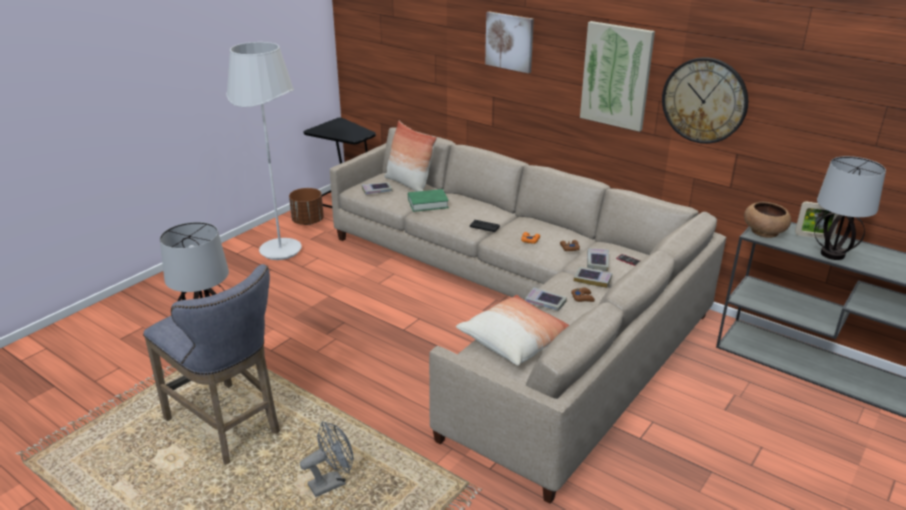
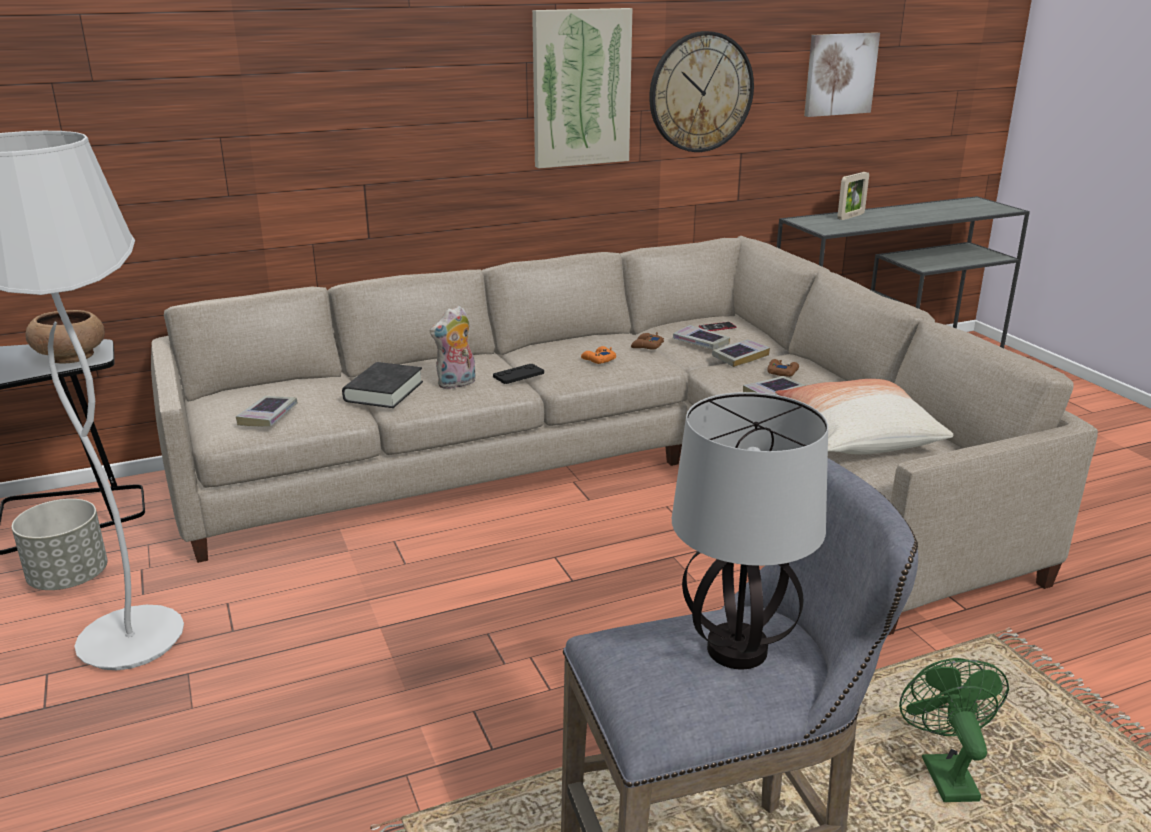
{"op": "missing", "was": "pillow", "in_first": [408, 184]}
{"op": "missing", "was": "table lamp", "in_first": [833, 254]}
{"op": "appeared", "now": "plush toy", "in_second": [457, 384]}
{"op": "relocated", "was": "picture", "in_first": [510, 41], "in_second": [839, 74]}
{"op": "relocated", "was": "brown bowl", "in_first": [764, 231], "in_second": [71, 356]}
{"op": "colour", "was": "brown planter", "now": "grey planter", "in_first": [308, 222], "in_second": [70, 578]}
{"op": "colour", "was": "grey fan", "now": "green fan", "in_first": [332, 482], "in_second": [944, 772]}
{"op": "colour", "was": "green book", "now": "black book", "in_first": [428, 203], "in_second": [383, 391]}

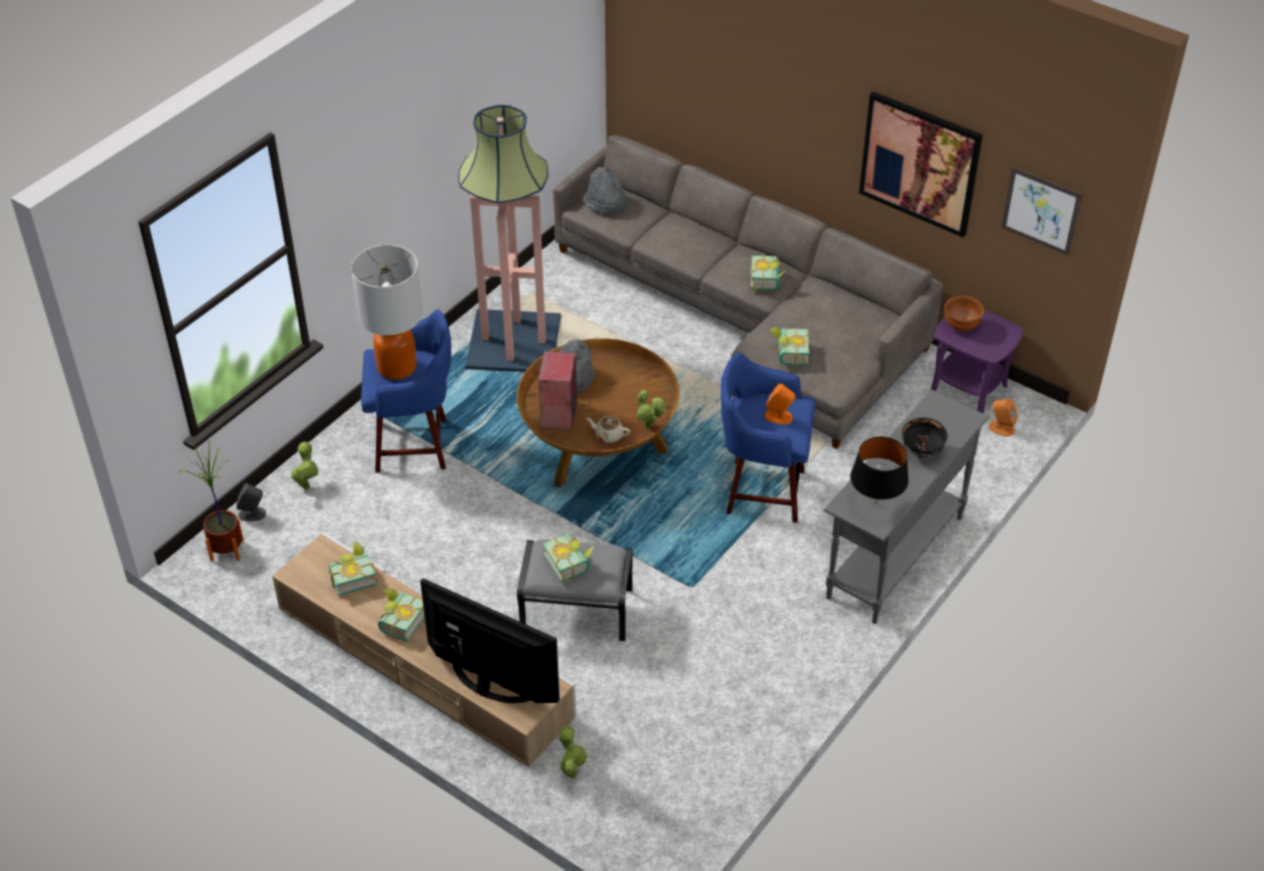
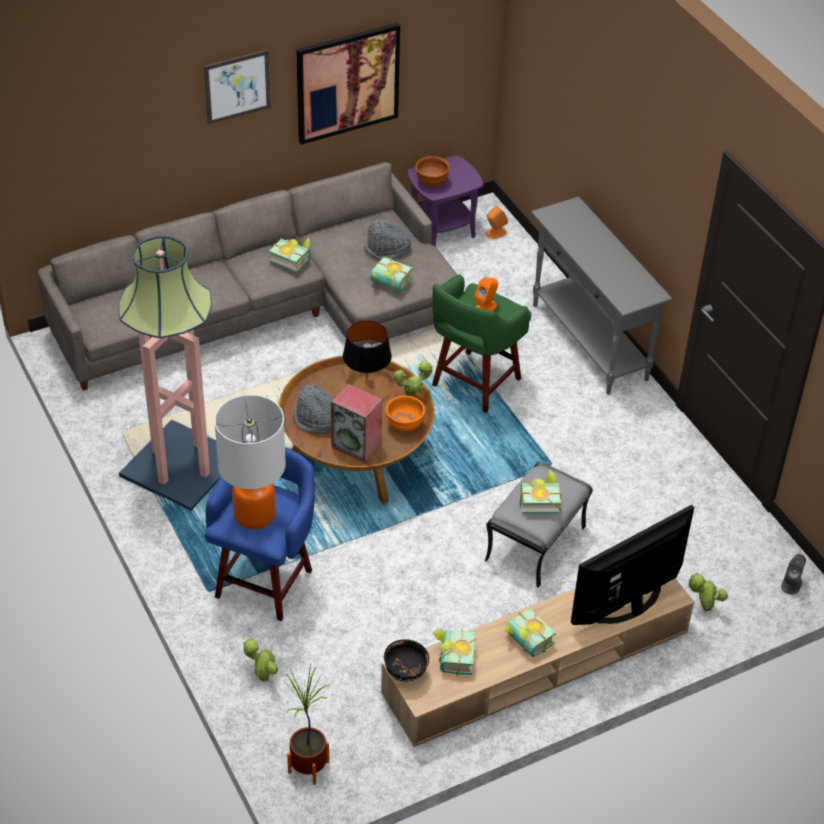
{"op": "relocated", "was": "grey speaker", "in_first": [252, 514], "in_second": [791, 584]}
{"op": "relocated", "was": "grey hat", "in_first": [605, 203], "in_second": [387, 249]}
{"op": "relocated", "was": "black table lamp", "in_first": [875, 504], "in_second": [366, 379]}
{"op": "relocated", "was": "black bowl", "in_first": [922, 452], "in_second": [406, 673]}
{"op": "relocated", "was": "picture", "in_first": [1041, 210], "in_second": [237, 86]}
{"op": "exchanged", "was": "beige teapot", "now": "orange bowl", "in_first": [608, 435], "in_second": [404, 425]}
{"op": "colour", "was": "blue stool", "now": "green stool", "in_first": [761, 491], "in_second": [474, 384]}

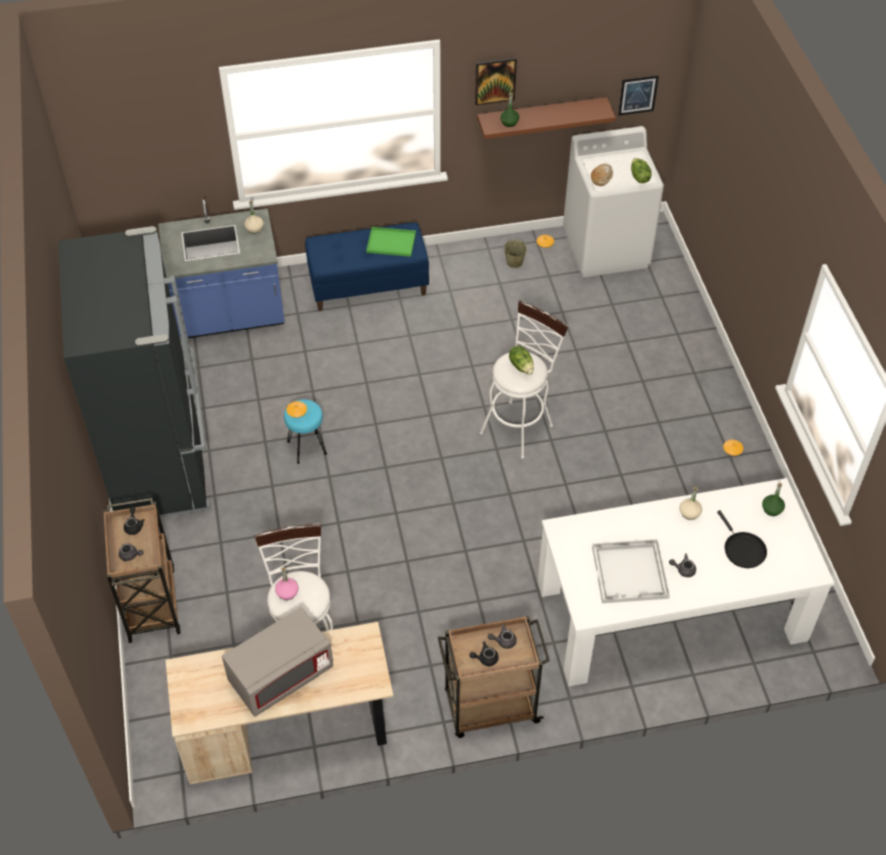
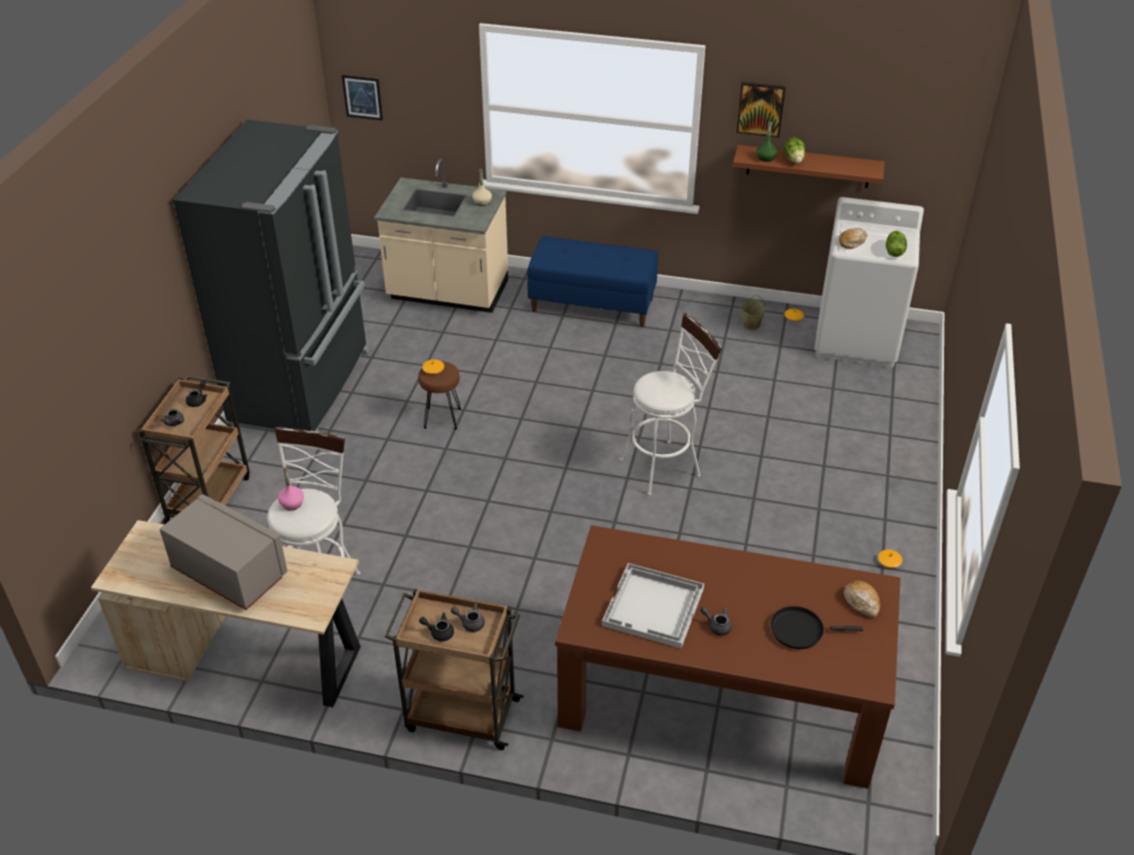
{"op": "missing", "was": "green tray", "in_first": [392, 242]}
{"op": "missing", "was": "beige bottle", "in_first": [689, 513]}
{"op": "relocated", "was": "lettuce", "in_first": [521, 366], "in_second": [794, 159]}
{"op": "relocated", "was": "picture", "in_first": [638, 95], "in_second": [362, 97]}
{"op": "exchanged", "was": "green bottle", "now": "bread", "in_first": [772, 509], "in_second": [862, 602]}
{"op": "colour", "was": "blue counter", "now": "beige counter", "in_first": [230, 315], "in_second": [448, 293]}
{"op": "colour", "was": "turquoise stool", "now": "brown stool", "in_first": [307, 447], "in_second": [442, 417]}
{"op": "colour", "was": "white dining table", "now": "brown dining table", "in_first": [670, 611], "in_second": [720, 695]}
{"op": "spun", "was": "grey microwave", "in_first": [281, 675], "in_second": [229, 573], "clockwise": -135}
{"op": "spun", "was": "black frying pan", "in_first": [742, 549], "in_second": [800, 630], "clockwise": 90}

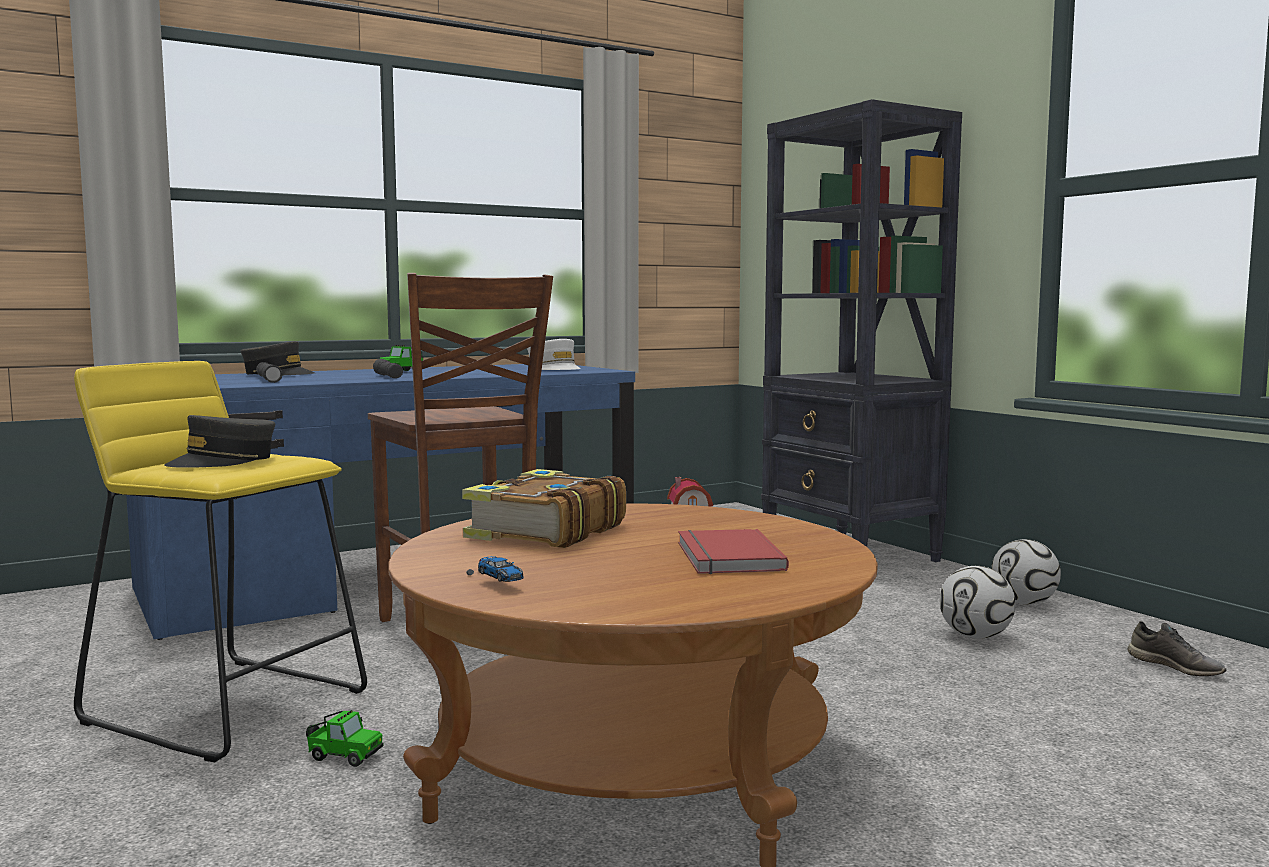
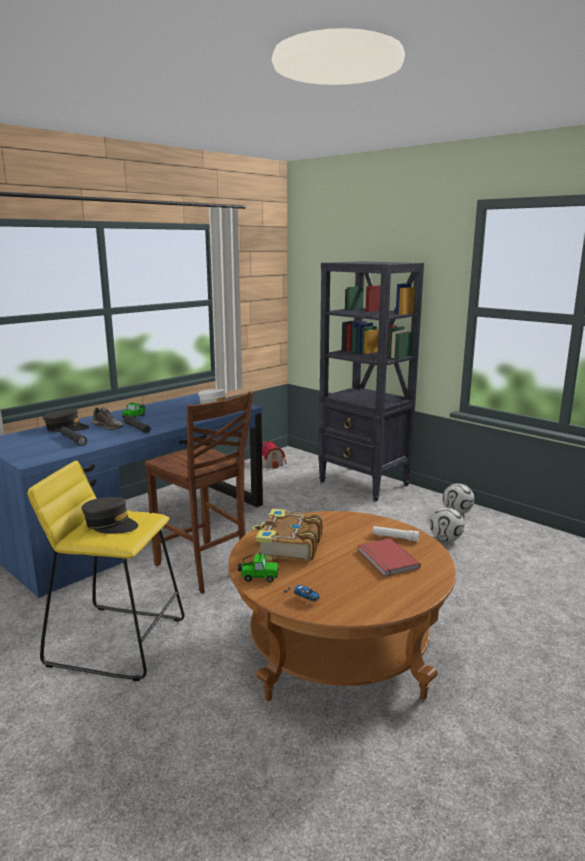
{"op": "appeared", "now": "white flashlight", "in_second": [395, 537]}
{"op": "relocated", "was": "toy car", "in_first": [342, 756], "in_second": [258, 577]}
{"op": "relocated", "was": "grey shoe", "in_first": [1176, 666], "in_second": [109, 426]}
{"op": "spun", "was": "grey cap", "in_first": [223, 461], "in_second": [110, 524], "clockwise": -90}

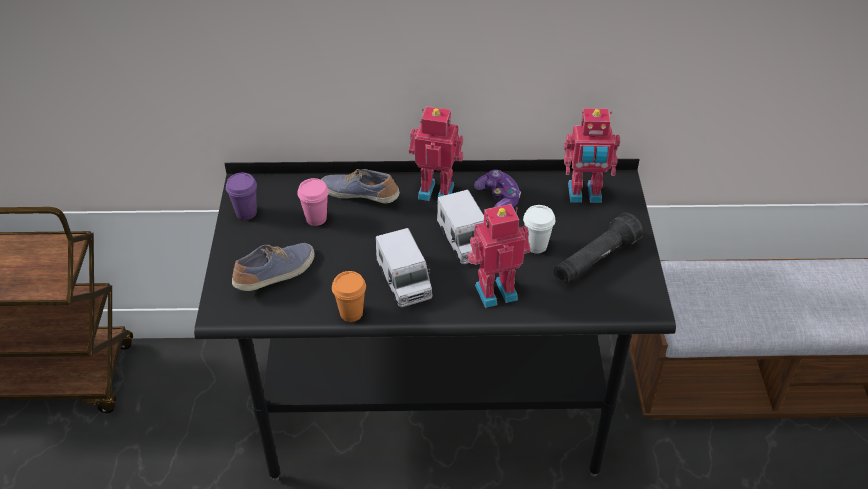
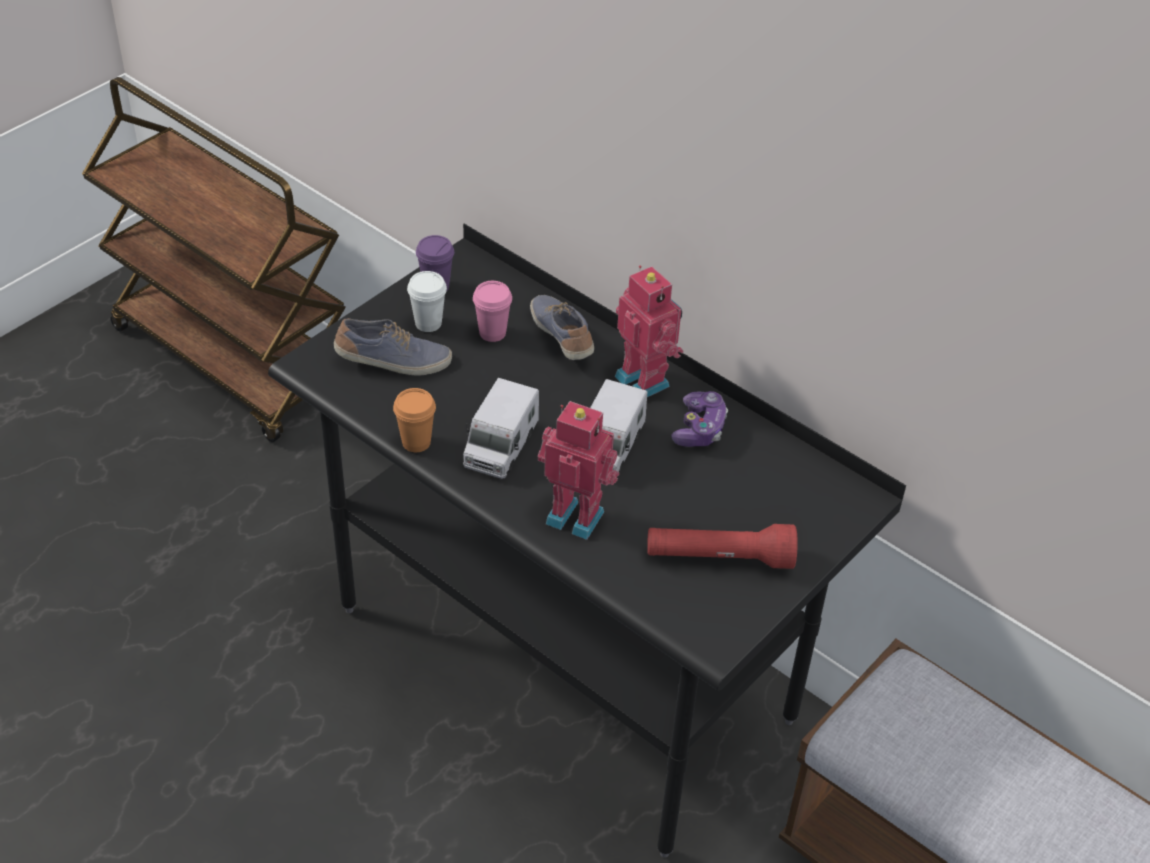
{"op": "missing", "was": "toy robot", "in_first": [584, 195]}
{"op": "relocated", "was": "white cup", "in_first": [536, 246], "in_second": [428, 323]}
{"op": "colour", "was": "black flashlight", "now": "red flashlight", "in_first": [594, 260], "in_second": [719, 558]}

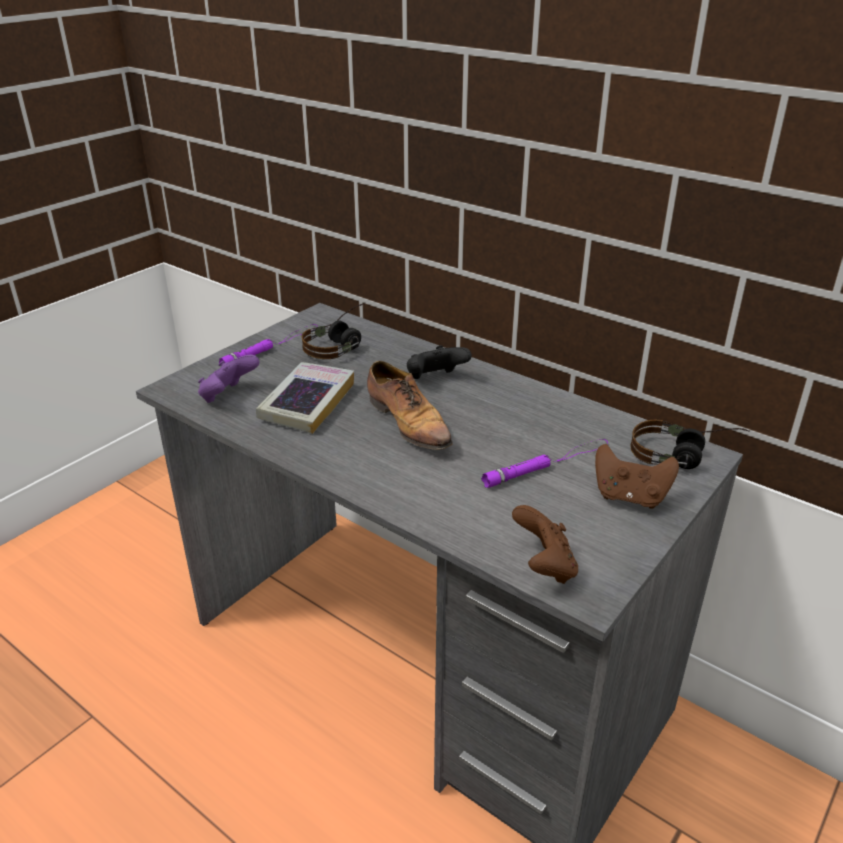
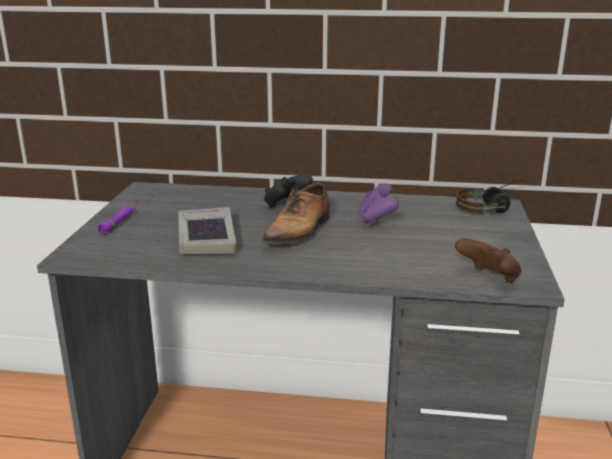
{"op": "missing", "was": "headphones", "in_first": [341, 344]}
{"op": "missing", "was": "purple flashlight", "in_first": [548, 463]}
{"op": "missing", "was": "brown game controller", "in_first": [630, 497]}
{"op": "relocated", "was": "purple game controller", "in_first": [228, 396], "in_second": [376, 220]}
{"op": "spun", "was": "shoe", "in_first": [408, 423], "in_second": [299, 231], "clockwise": 90}

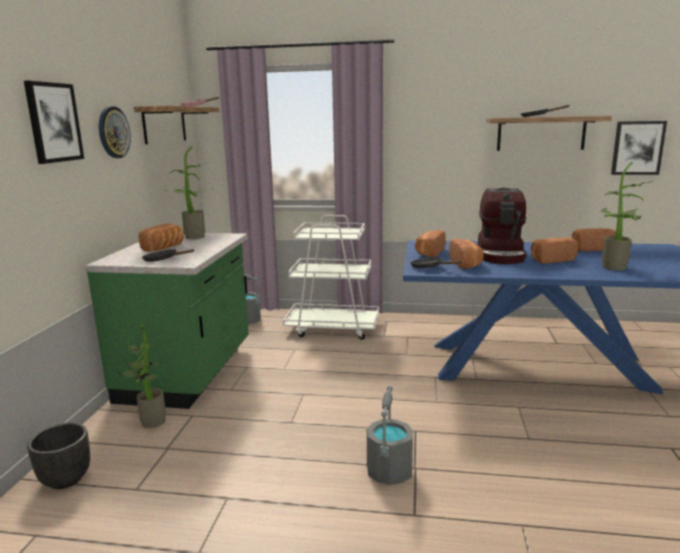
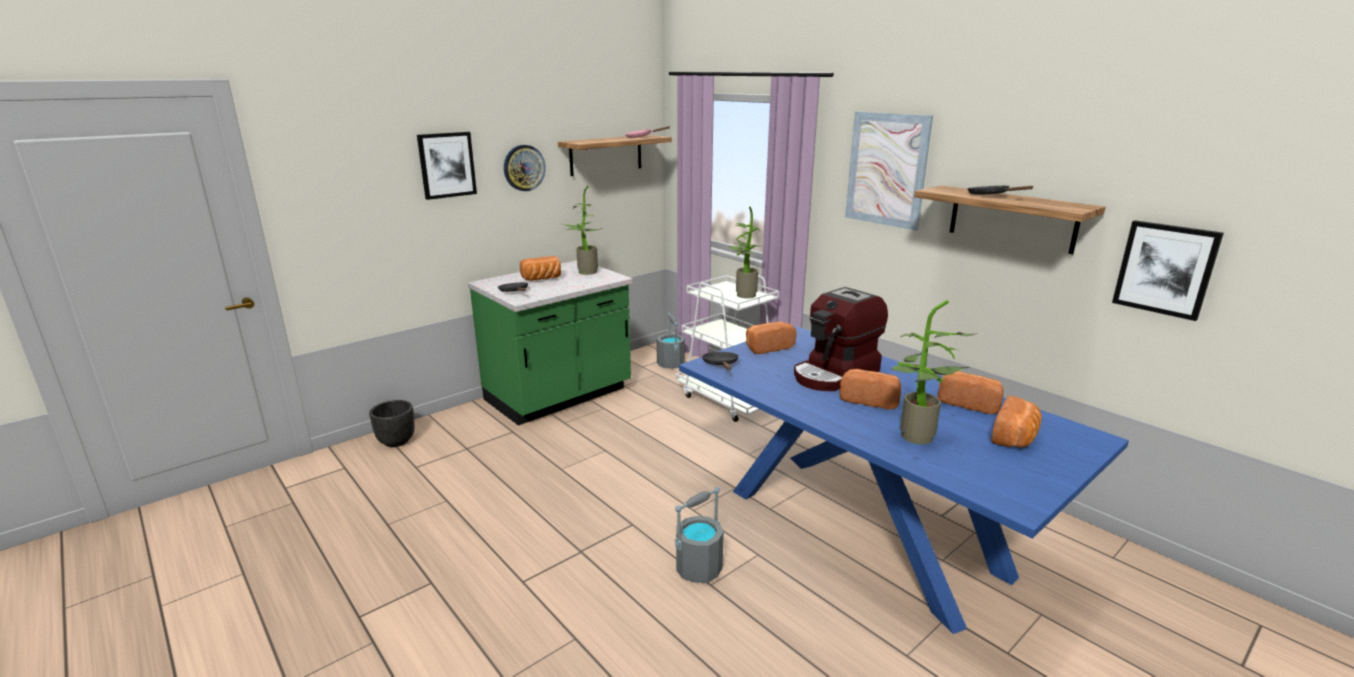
{"op": "appeared", "now": "picture", "in_second": [887, 169]}
{"op": "relocated", "was": "potted plant", "in_first": [149, 422], "in_second": [743, 294]}
{"op": "relocated", "was": "grey bucket", "in_first": [389, 471], "in_second": [699, 568]}
{"op": "relocated", "was": "bread", "in_first": [466, 264], "in_second": [1015, 438]}

